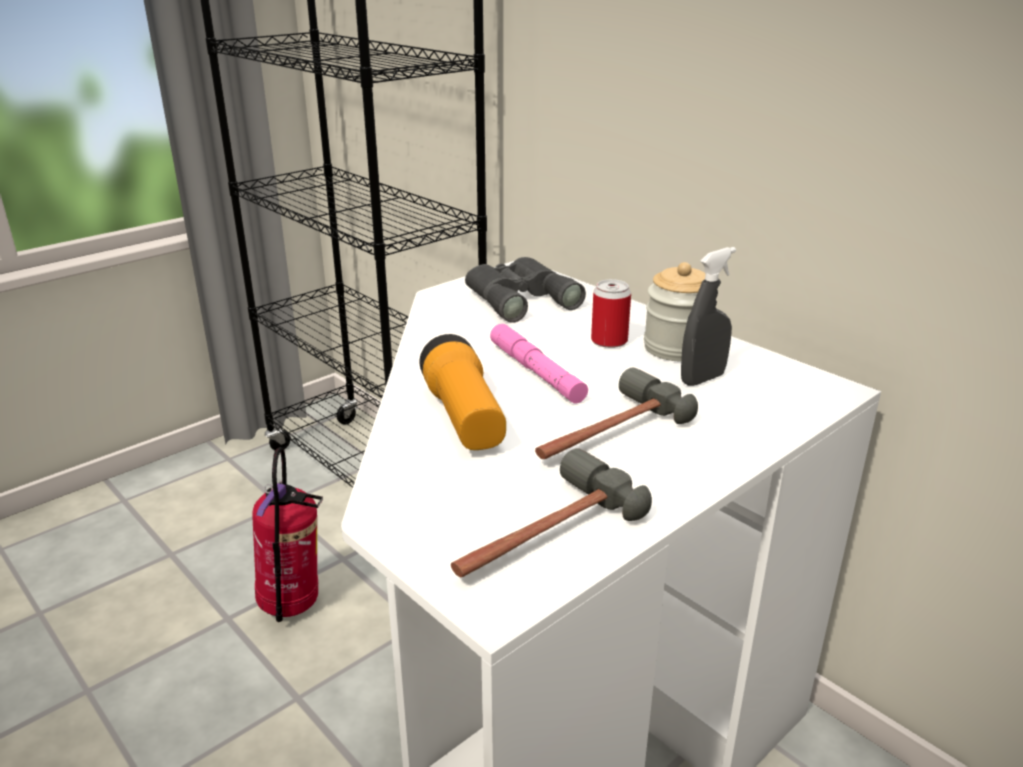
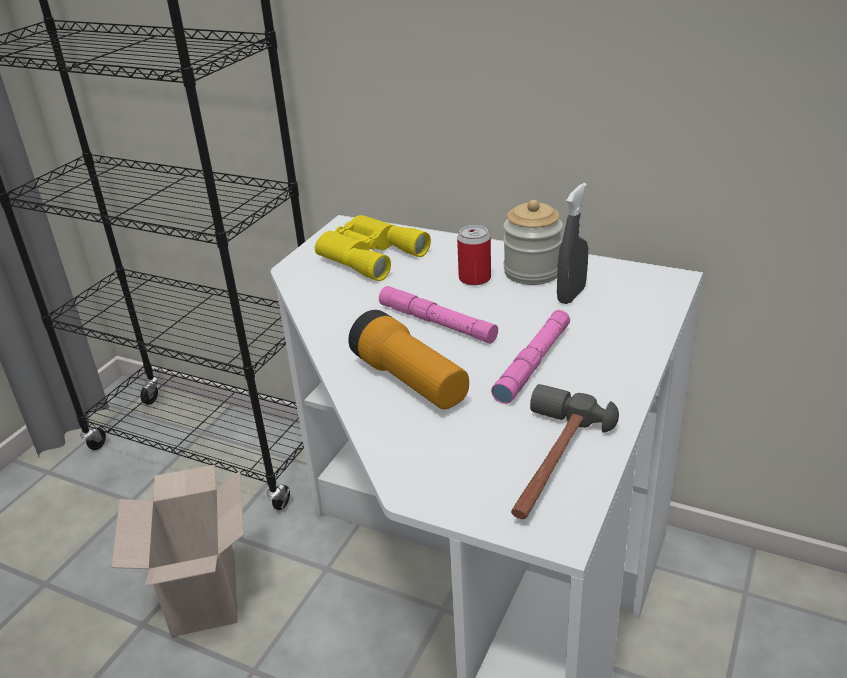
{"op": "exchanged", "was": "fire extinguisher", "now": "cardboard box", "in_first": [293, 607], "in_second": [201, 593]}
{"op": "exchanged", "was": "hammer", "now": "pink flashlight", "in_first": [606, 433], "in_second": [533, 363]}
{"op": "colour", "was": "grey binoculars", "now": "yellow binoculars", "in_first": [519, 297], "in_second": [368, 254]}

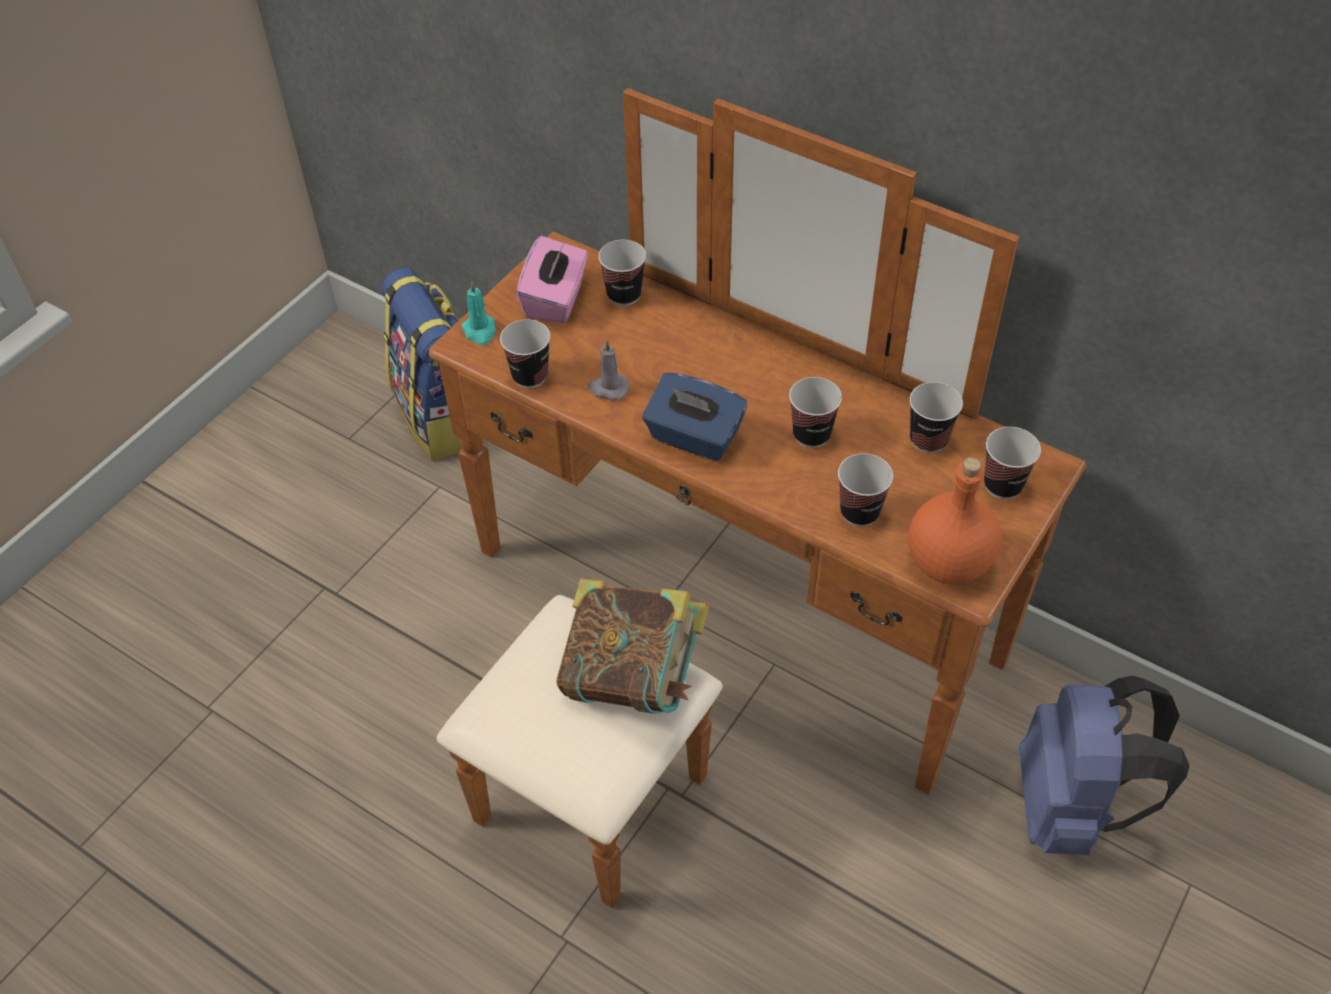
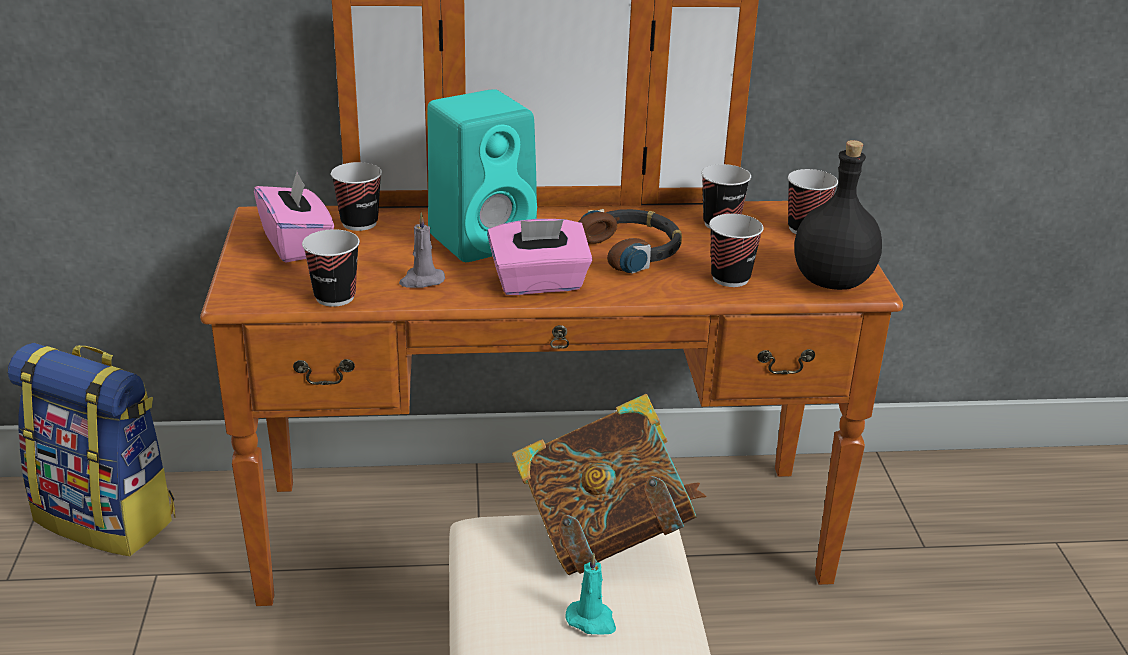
{"op": "missing", "was": "blue backpack", "in_first": [1072, 807]}
{"op": "appeared", "now": "turquoise speaker", "in_second": [484, 239]}
{"op": "relocated", "was": "turquoise candle", "in_first": [480, 331], "in_second": [592, 620]}
{"op": "exchanged", "was": "cup", "now": "headphones", "in_first": [811, 434], "in_second": [632, 250]}
{"op": "colour", "was": "blue tissue box", "now": "pink tissue box", "in_first": [694, 437], "in_second": [539, 283]}
{"op": "colour", "was": "orange bottle", "now": "black bottle", "in_first": [949, 564], "in_second": [833, 282]}

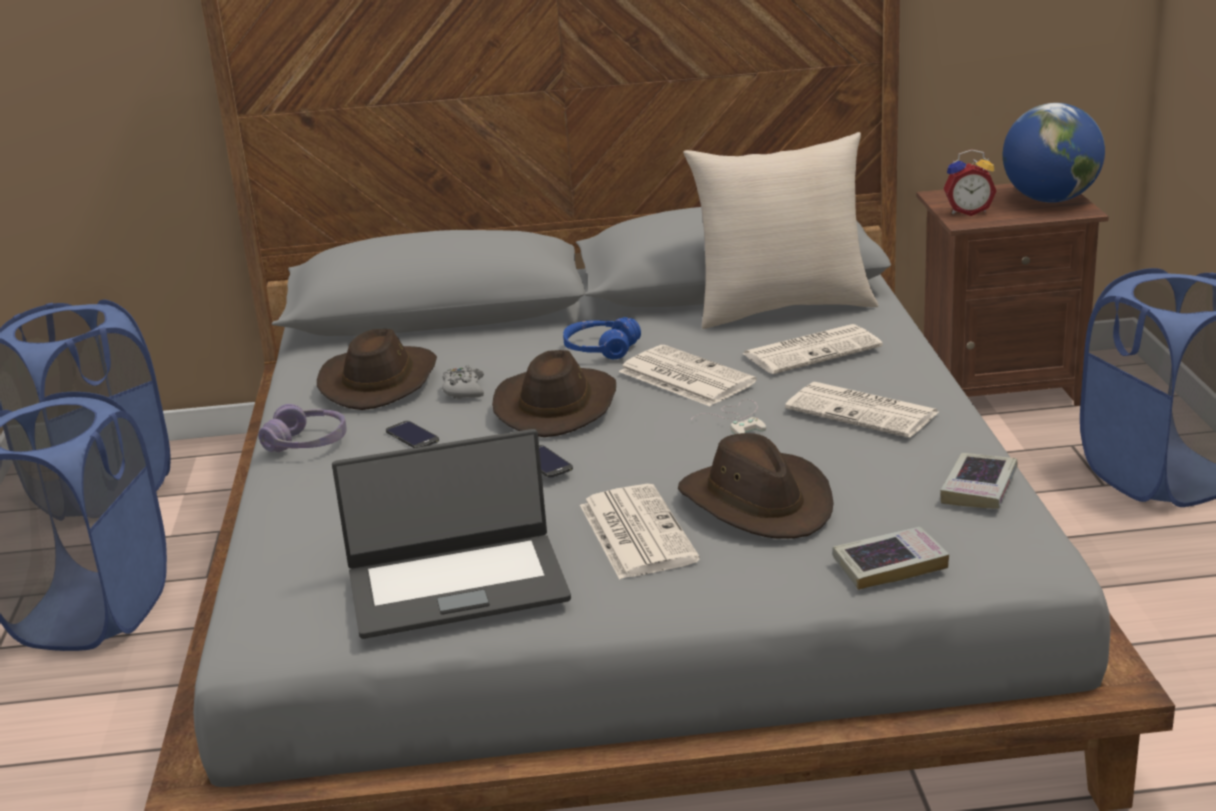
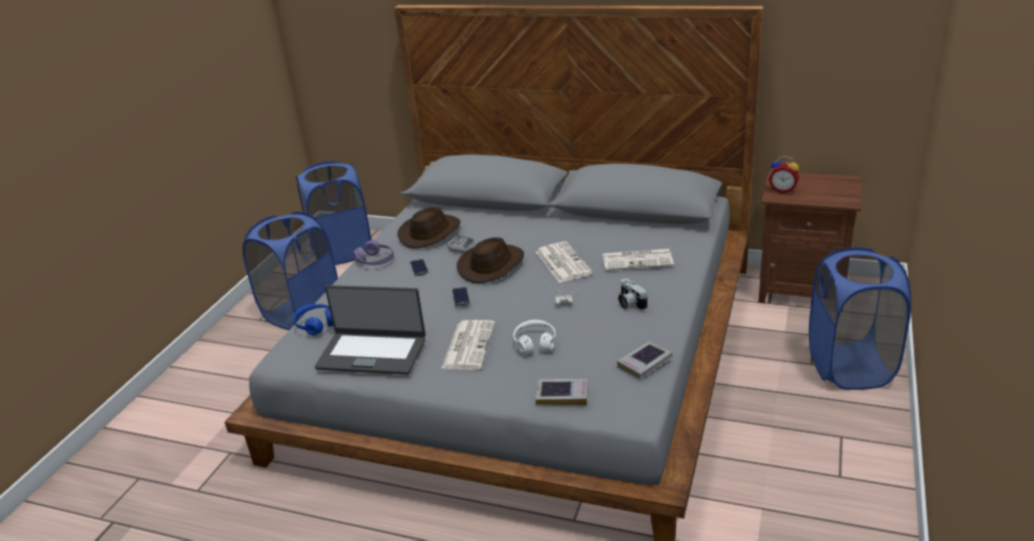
{"op": "missing", "was": "beige pillow", "in_first": [782, 308]}
{"op": "missing", "was": "globe", "in_first": [1050, 200]}
{"op": "relocated", "was": "blue headphones", "in_first": [600, 350], "in_second": [316, 324]}
{"op": "exchanged", "was": "brown hat", "now": "white headphones", "in_first": [758, 502], "in_second": [535, 343]}
{"op": "exchanged", "was": "newspaper", "now": "photo camera", "in_first": [864, 411], "in_second": [629, 303]}

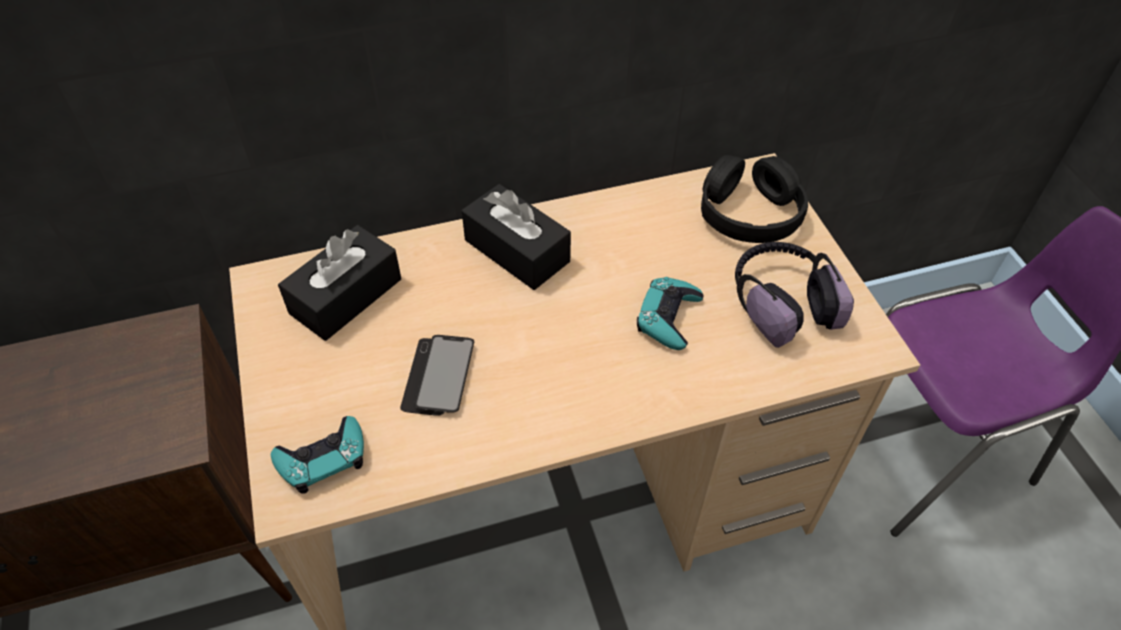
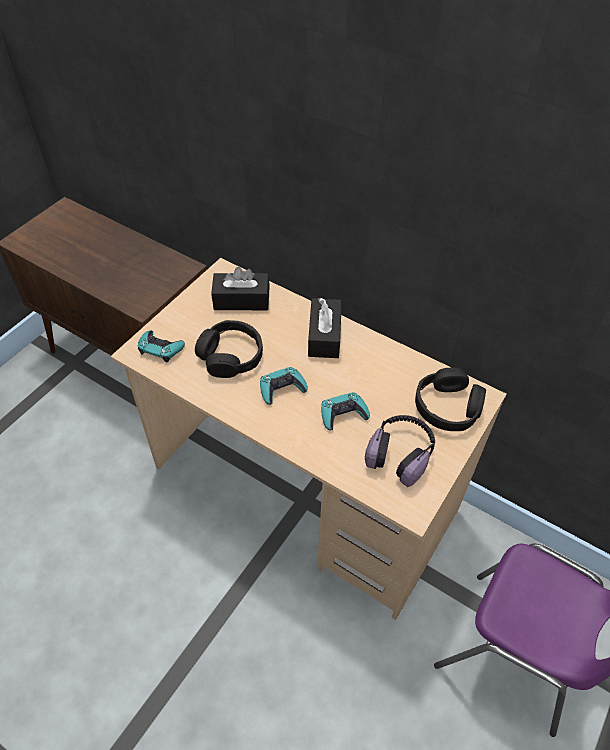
{"op": "appeared", "now": "turquoise game controller", "in_second": [282, 388]}
{"op": "exchanged", "was": "phone", "now": "black headphones", "in_first": [438, 376], "in_second": [231, 356]}

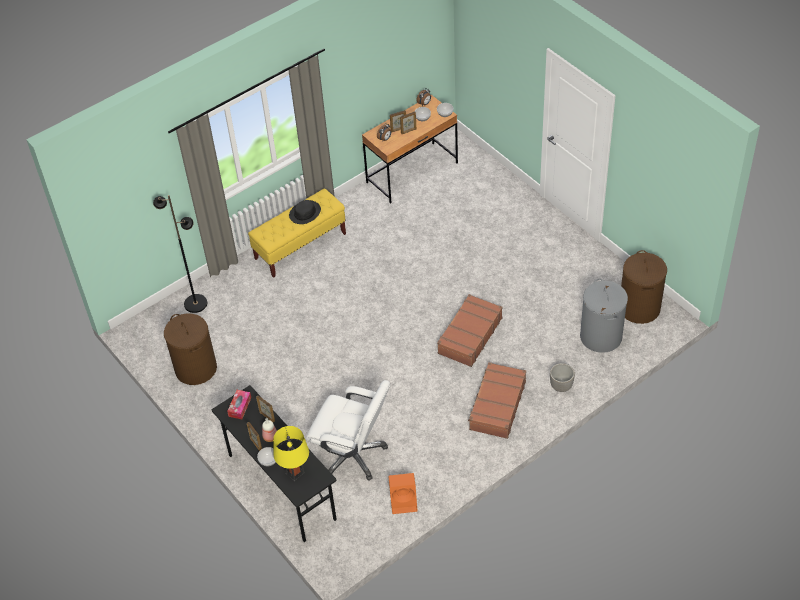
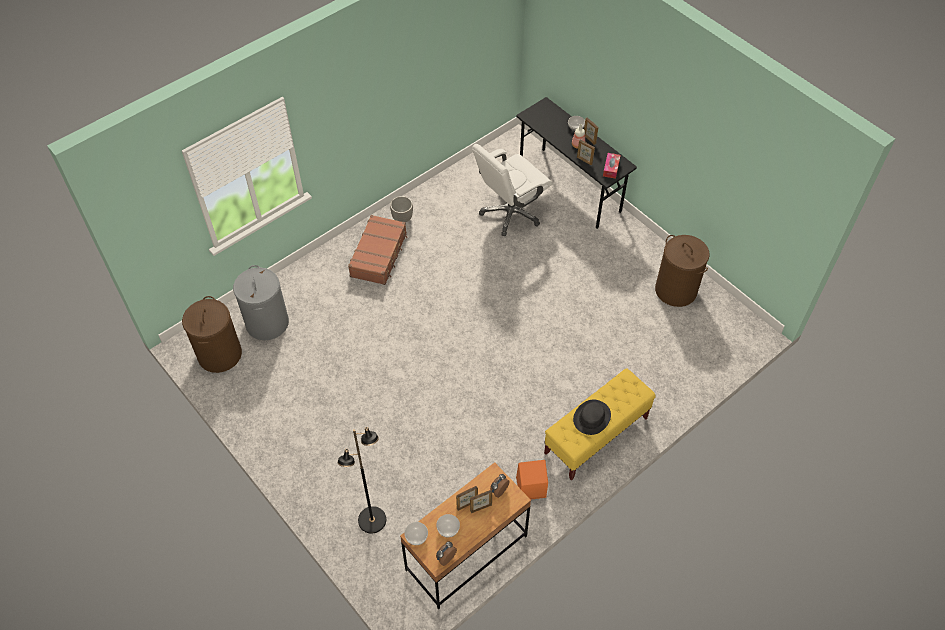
{"op": "missing", "was": "yellow table lamp", "in_first": [295, 473]}
{"op": "missing", "was": "brown suitcase", "in_first": [469, 336]}
{"op": "relocated", "was": "black floor lamp", "in_first": [195, 303], "in_second": [372, 521]}
{"op": "relocated", "was": "orange speaker", "in_first": [404, 502], "in_second": [530, 488]}
{"op": "relocated", "was": "planter", "in_first": [560, 386], "in_second": [402, 218]}
{"op": "spun", "was": "white office chair", "in_first": [353, 455], "in_second": [510, 213], "clockwise": -60}

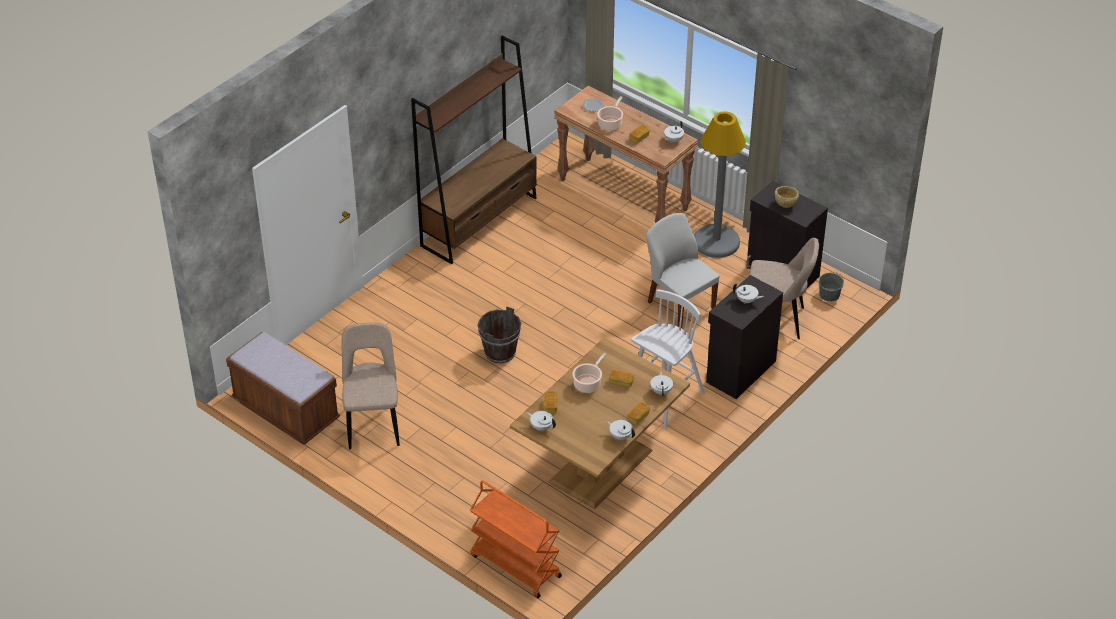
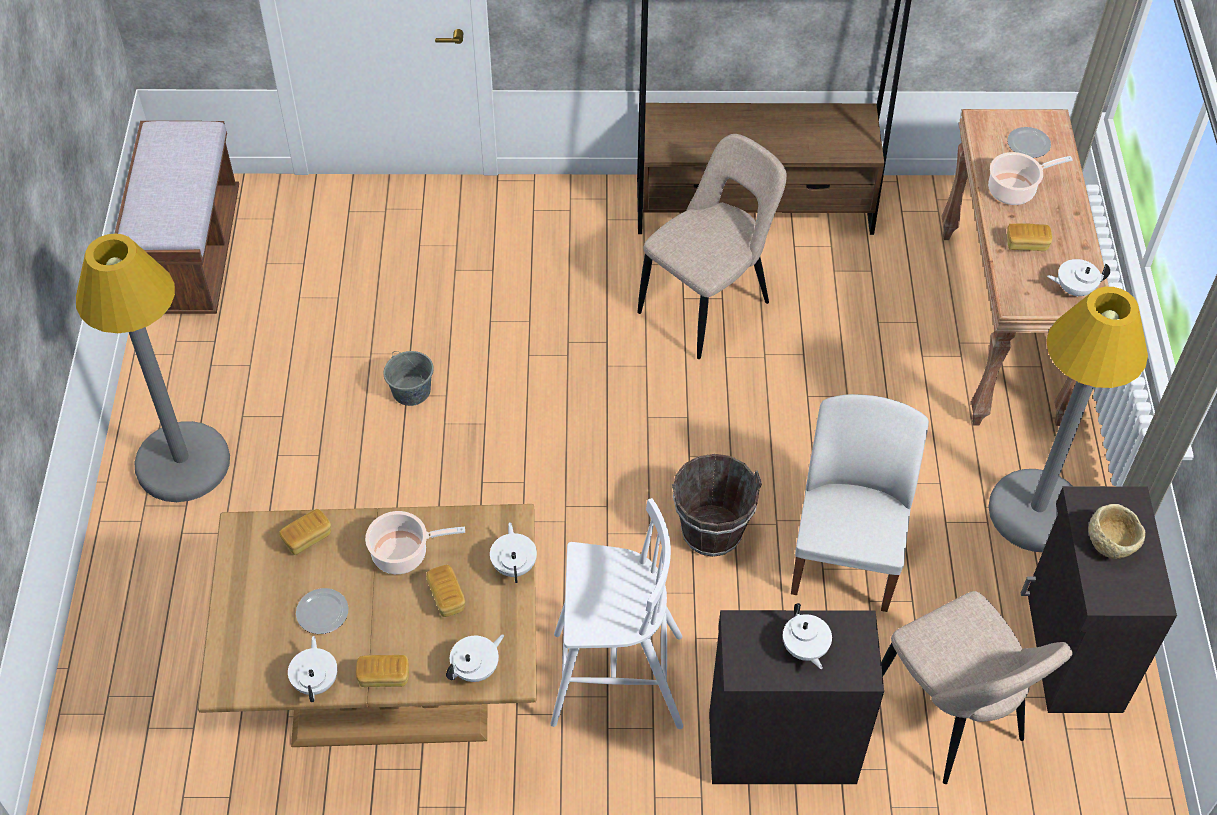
{"op": "missing", "was": "orange cart", "in_first": [514, 566]}
{"op": "appeared", "now": "grey floor lamp", "in_second": [182, 463]}
{"op": "appeared", "now": "plate", "in_second": [322, 613]}
{"op": "relocated", "was": "beige chair", "in_first": [373, 422], "in_second": [708, 304]}
{"op": "relocated", "was": "brown bucket", "in_first": [500, 352], "in_second": [711, 531]}
{"op": "relocated", "was": "white teapot", "in_first": [541, 427], "in_second": [514, 565]}
{"op": "relocated", "was": "grey bucket", "in_first": [829, 295], "in_second": [411, 391]}

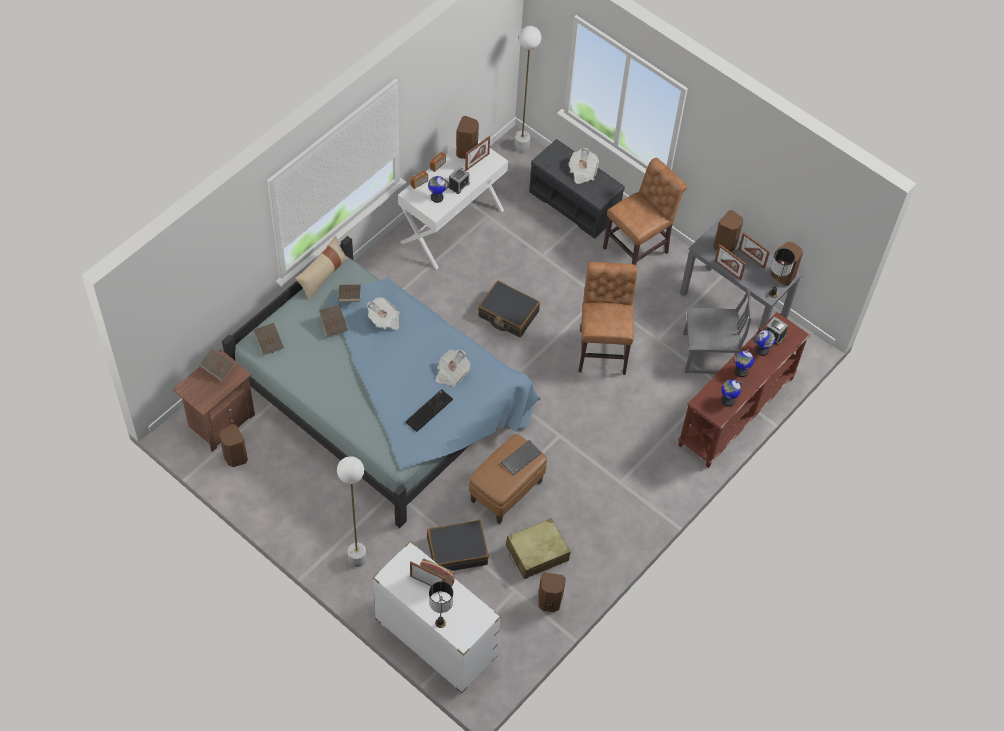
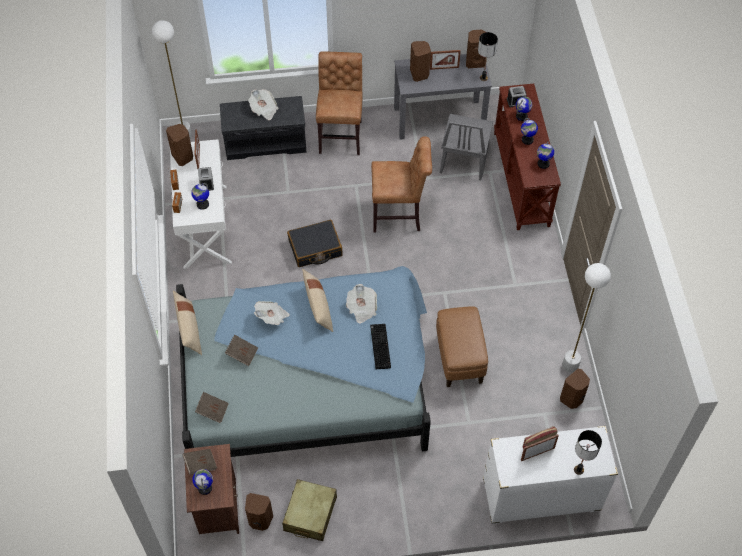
{"op": "missing", "was": "brown book", "in_first": [349, 297]}
{"op": "missing", "was": "black suitcase", "in_first": [457, 550]}
{"op": "missing", "was": "keyboard", "in_first": [521, 457]}
{"op": "missing", "was": "picture frame", "in_first": [728, 270]}
{"op": "appeared", "now": "globe", "in_second": [205, 488]}
{"op": "appeared", "now": "beige pillow", "in_second": [318, 307]}
{"op": "relocated", "was": "white floor lamp", "in_first": [357, 559], "in_second": [570, 365]}
{"op": "relocated", "was": "beige suitcase", "in_first": [537, 553], "in_second": [310, 514]}
{"op": "spun", "was": "brown chair", "in_first": [602, 349], "in_second": [399, 215], "clockwise": 135}
{"op": "spun", "was": "grey chair", "in_first": [709, 355], "in_second": [463, 160], "clockwise": 150}

